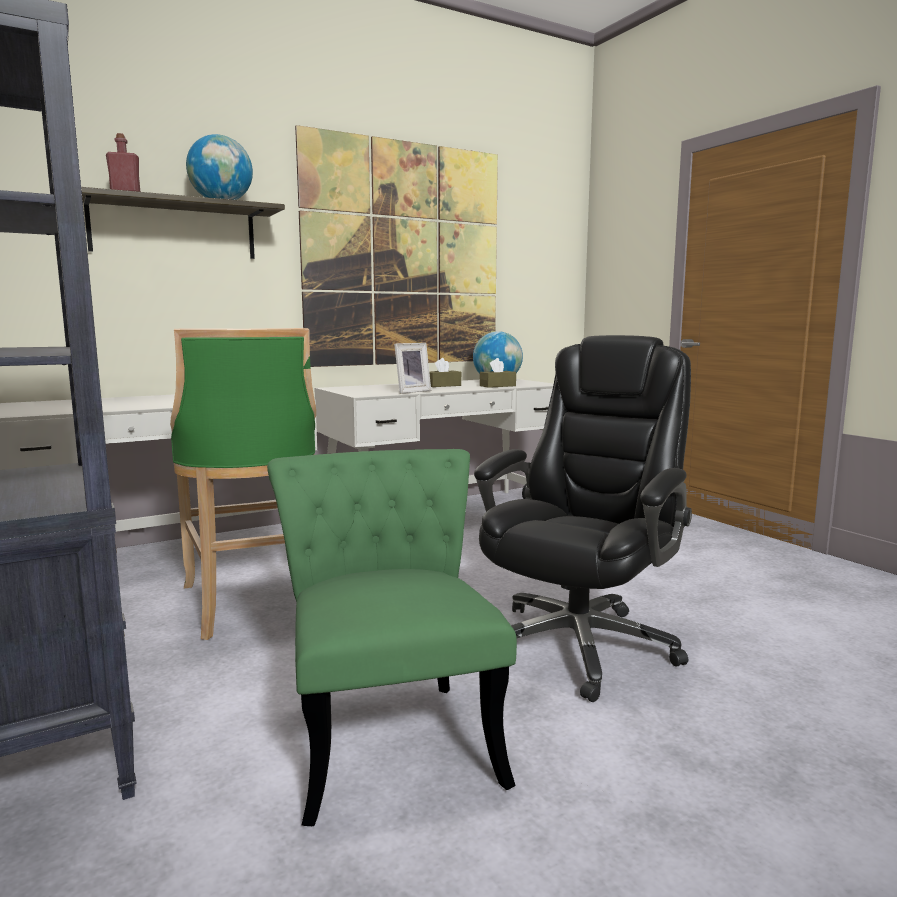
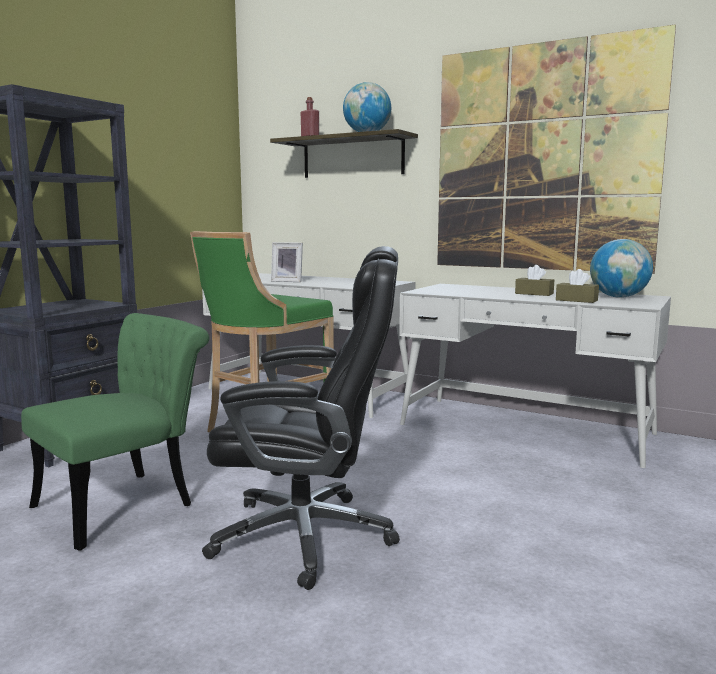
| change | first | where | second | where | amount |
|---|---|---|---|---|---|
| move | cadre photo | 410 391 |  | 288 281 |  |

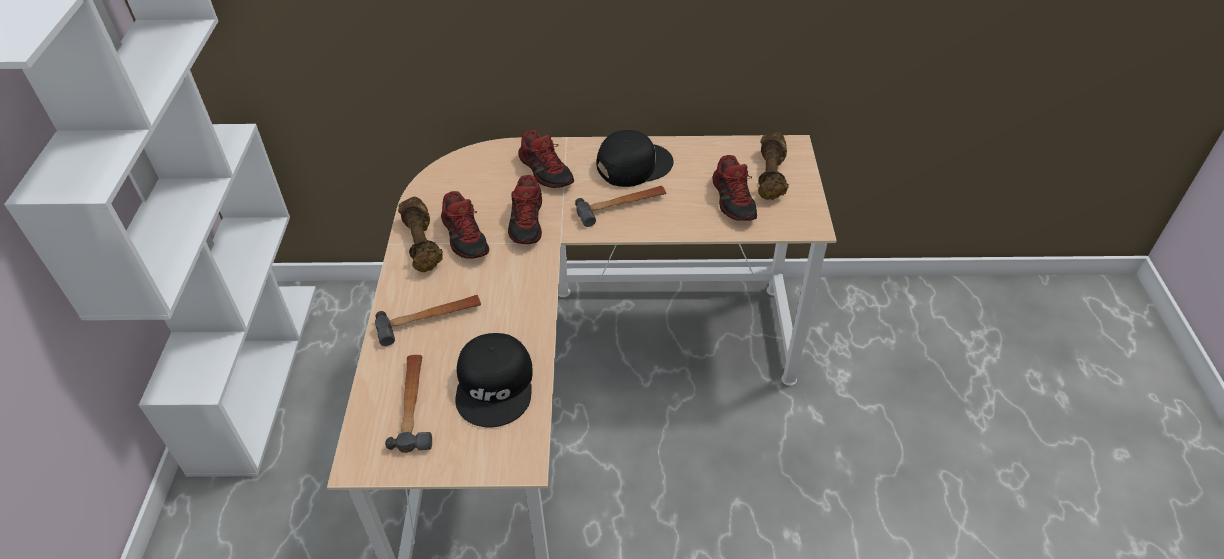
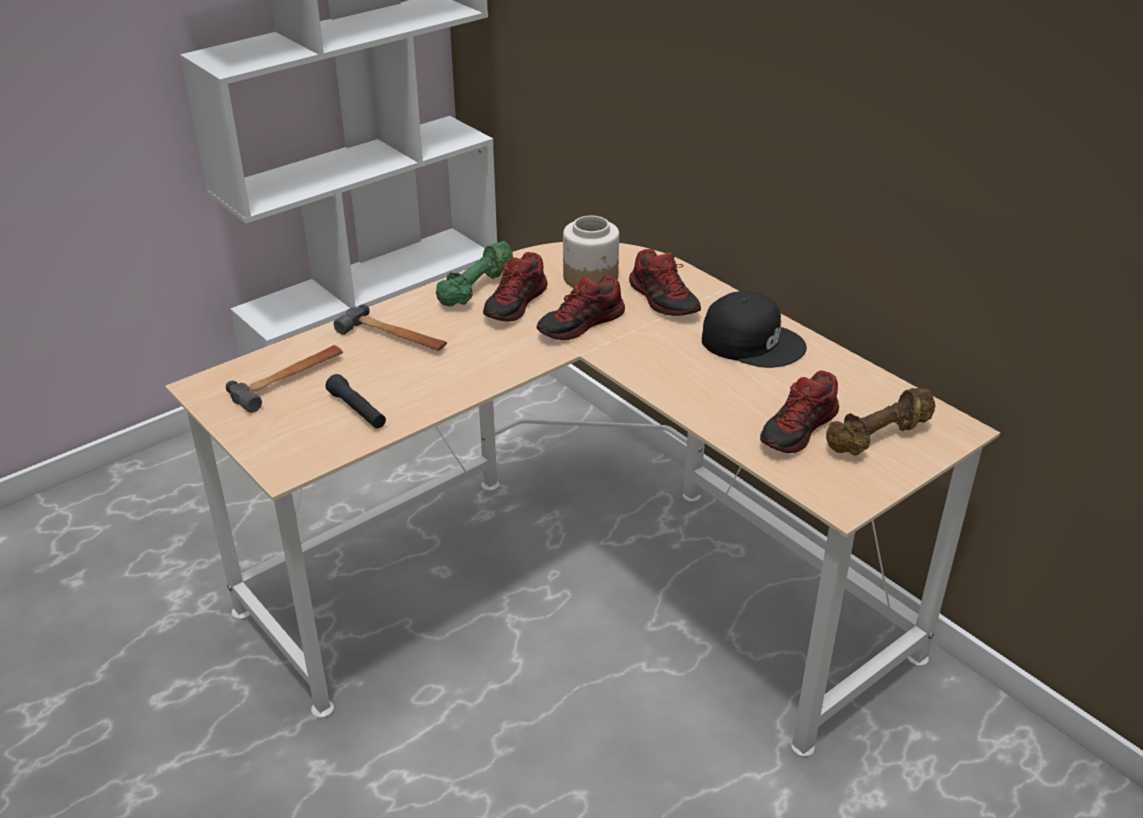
| change | first | where | second | where | amount |
|---|---|---|---|---|---|
| replace | casquette/noir | 496 385 | lampe de poche/noir | 357 410 |  |
| recolor | haltère/marron | 423 244 | haltère/vert | 477 289 |  |
| insert |  |  | bocal | 591 277 |  |
| rotate | chaussure | 546 171 |  | 664 300 | 45 degrees counterclockwise |
| delete | marteau | 621 206 |  |  |  |

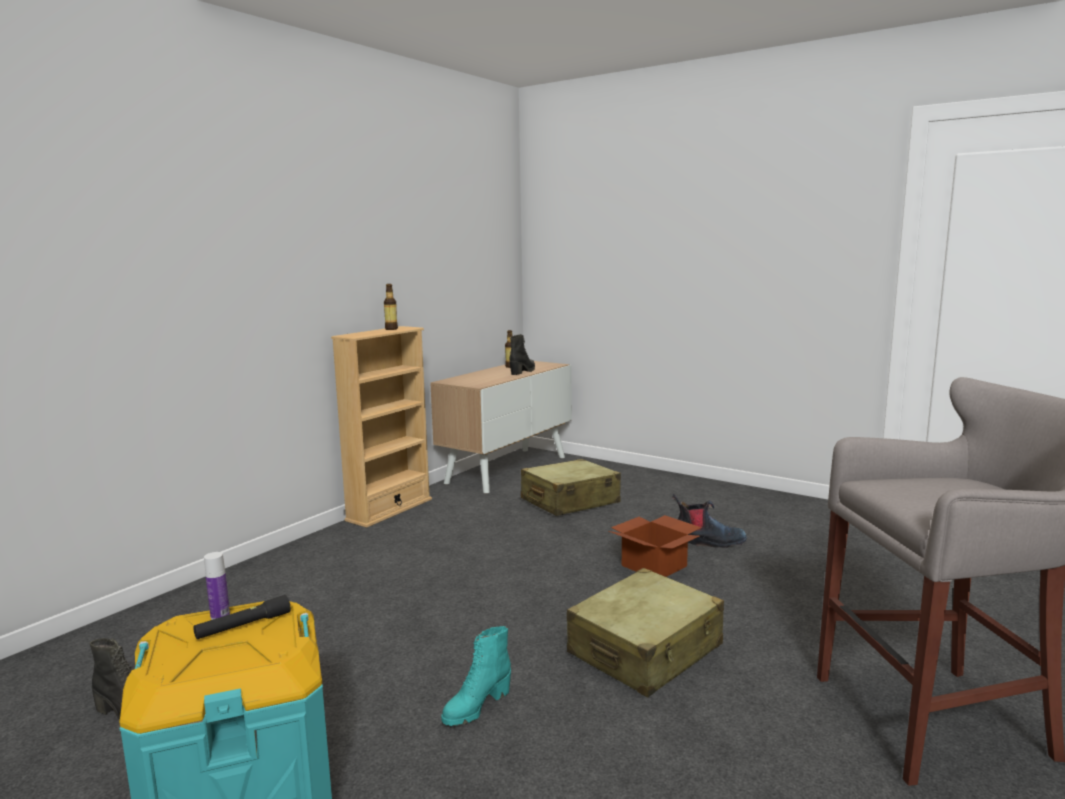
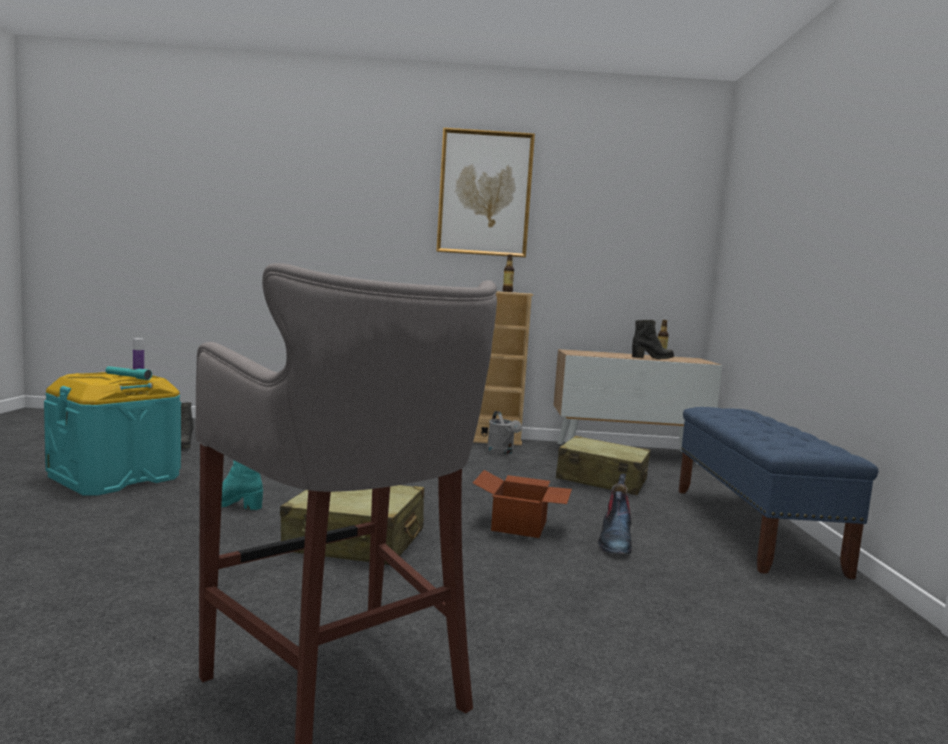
| change | first | where | second | where | amount |
|---|---|---|---|---|---|
| recolor | lampe de poche/noir | 243 626 | lampe de poche/turquoise | 128 377 |  |
| insert |  |  | tableau | 485 194 |  |
| insert |  |  | arrosoir/gris | 502 452 |  |
| rotate | botte | 708 542 |  | 615 541 | 45 degrees clockwise |
| insert |  |  | banc/bleu | 752 528 |  |

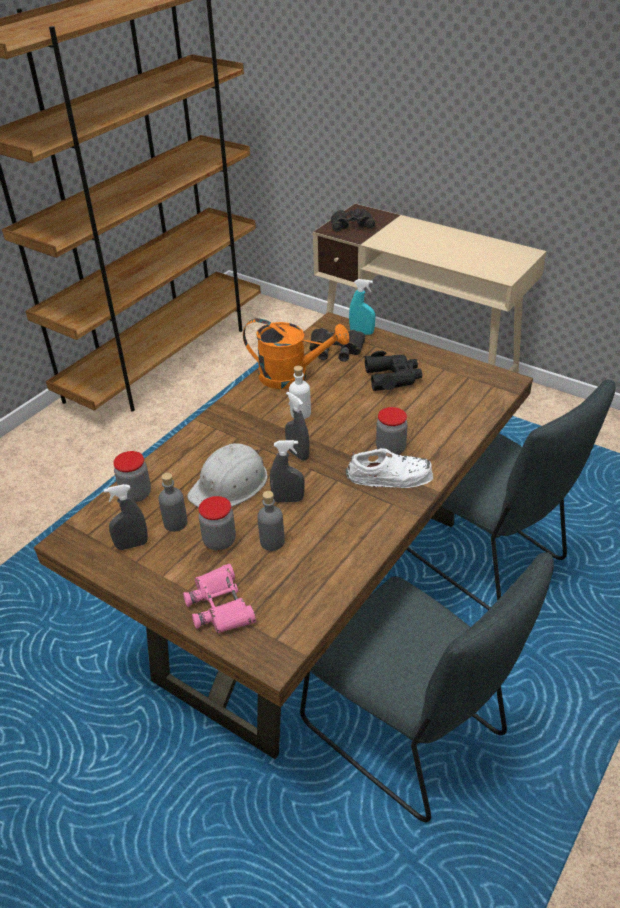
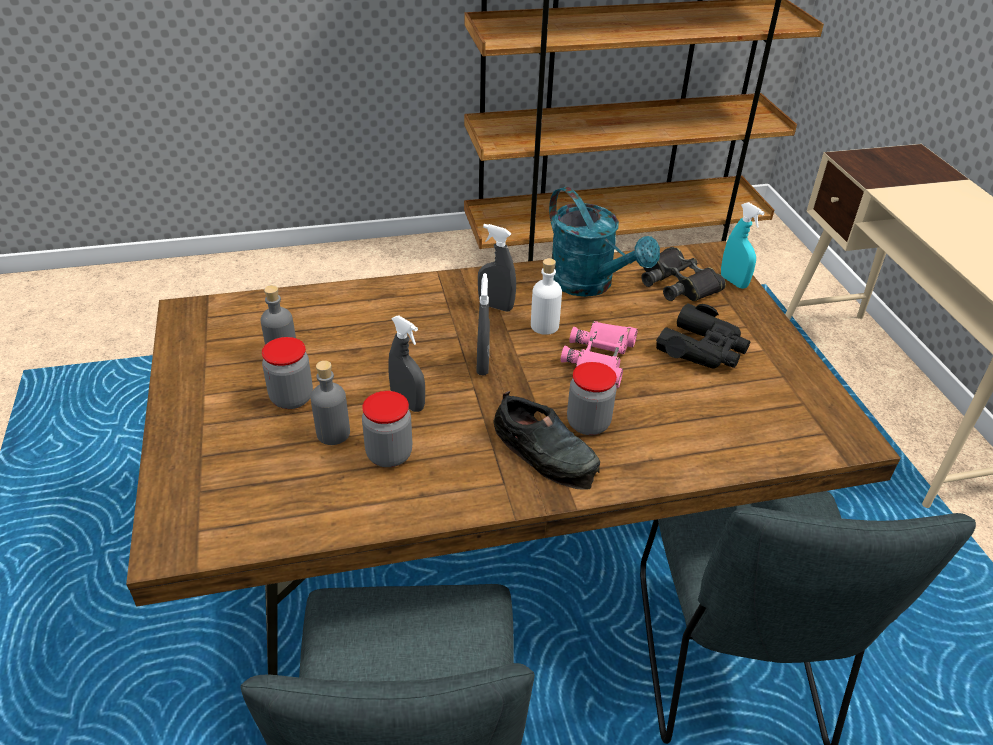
| change | first | where | second | where | amount |
|---|---|---|---|---|---|
| move | bocal | 136 494 |  | 389 454 |  |
| move | vaporisateur/gris | 132 545 |  | 496 306 |  |
| recolor | chaussure/blanc | 390 475 | chaussure/noir | 546 451 |  |
| recolor | arrosoir/orange | 292 376 | arrosoir/turquoise | 589 284 |  |
| move | jumelles/rose | 220 605 |  | 600 359 |  |
| delete | casque de chantier/blanc | 230 485 |  |  |  |
| delete | jumelles/noir | 351 224 |  |  |  |

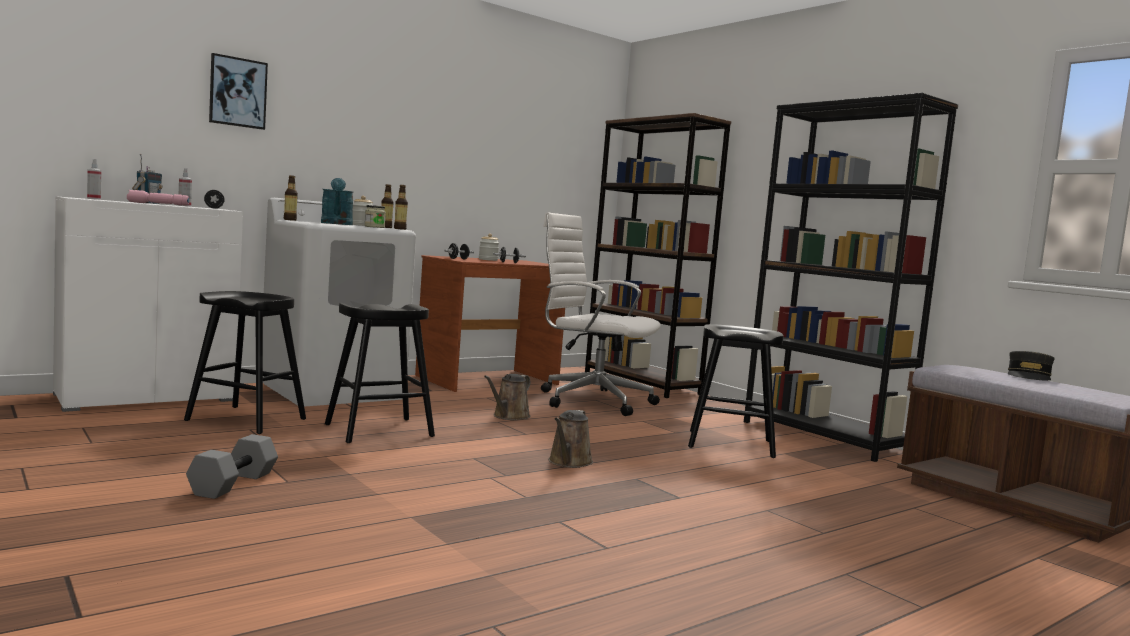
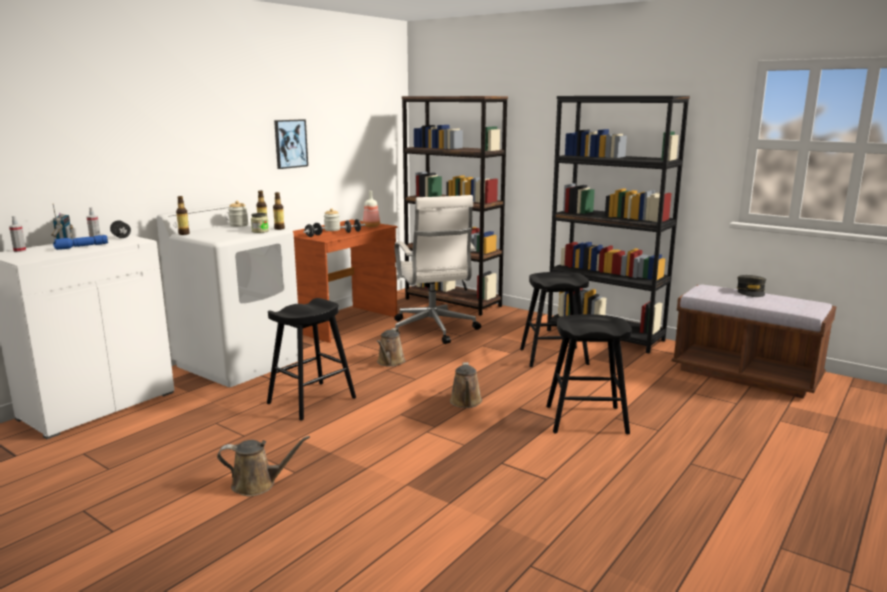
| change | first | where | second | where | amount |
|---|---|---|---|---|---|
| recolor | lampe de poche/rose | 157 204 | lampe de poche/bleu | 81 247 |  |
| replace | haltère/gris | 232 483 | arrosoir/marron | 258 484 |  |
| move | tableau | 238 92 |  | 290 143 |  |
| insert |  |  | bouteille | 372 226 |  |
| rotate | chaise de bureau/blanc | 592 400 |  | 433 330 | 120 degrees counterclockwise |
| move | tabouret/noir | 246 419 |  | 586 420 |  |
| delete | arrosoir/turquoise | 337 224 |  |  |  |

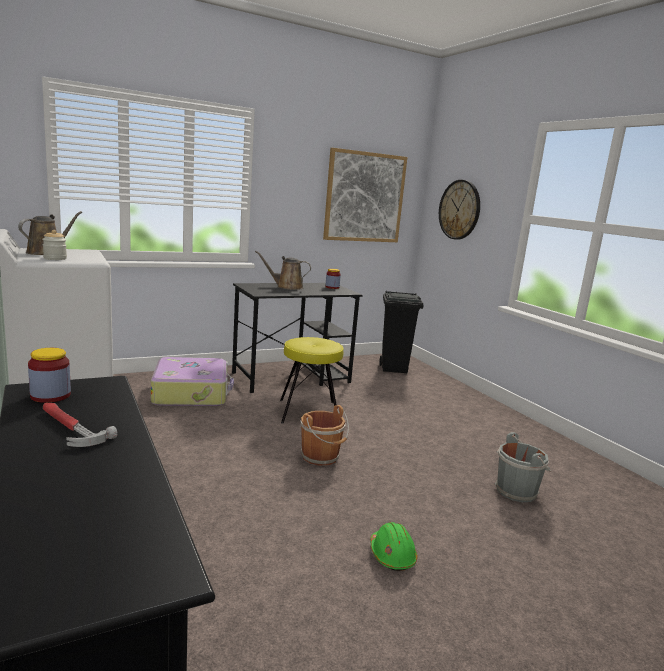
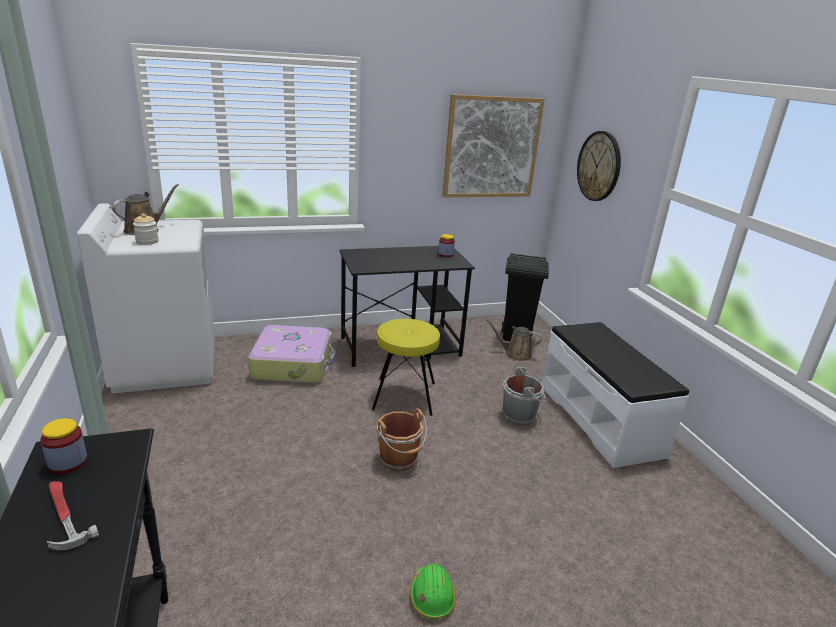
| change | first | where | second | where | amount |
|---|---|---|---|---|---|
| move | arrosoir/marron | 286 287 |  | 515 354 |  |
| move | seau/gris | 517 491 |  | 520 415 |  |
| insert |  |  | banc/blanc | 600 419 |  |

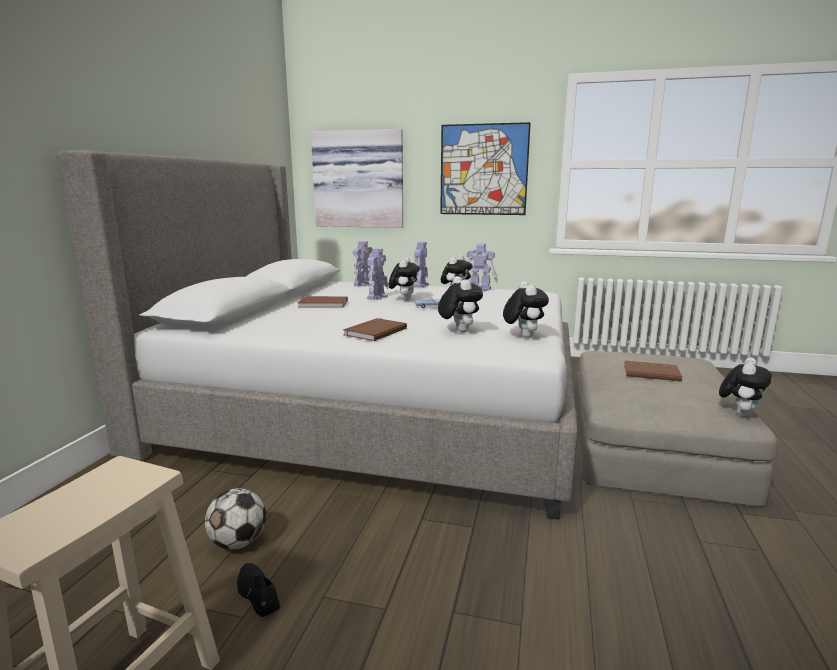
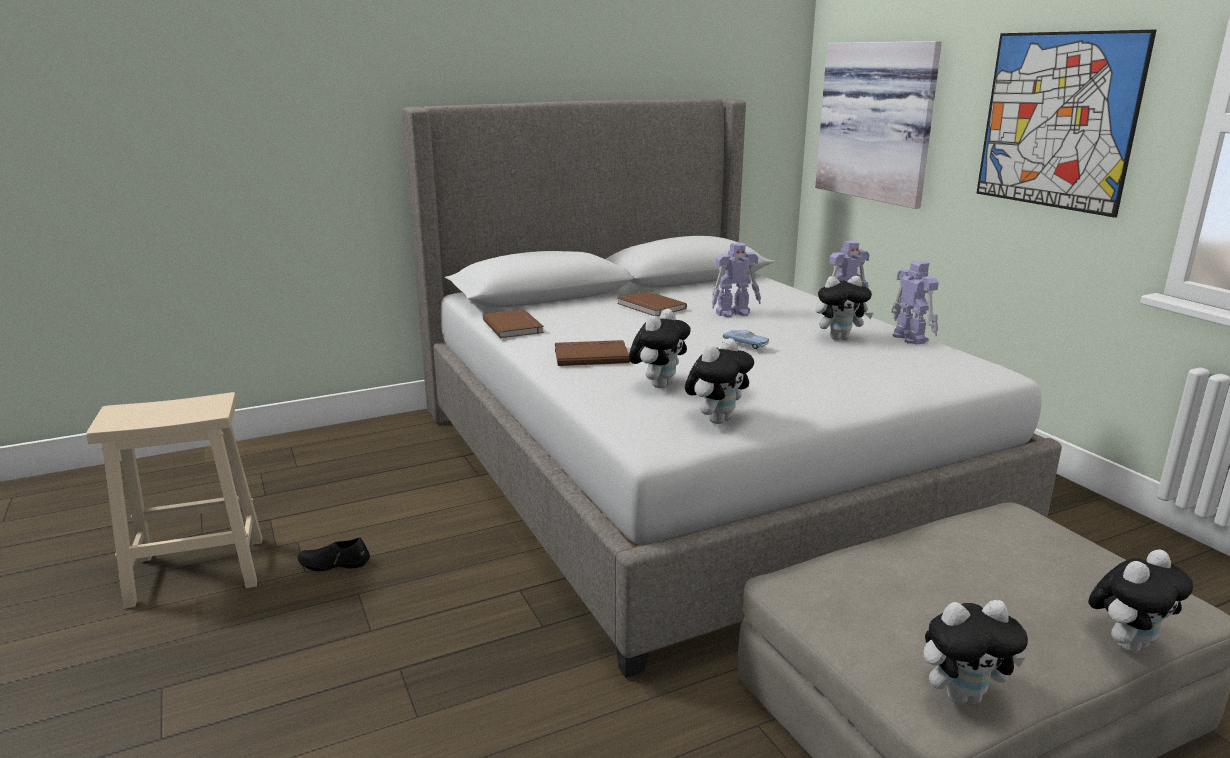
| change | first | where | second | where | amount |
|---|---|---|---|---|---|
| rotate | chaussure/noir | 257 594 |  | 334 563 | 105 degrees counterclockwise |
| move | livre/marron | 651 372 |  | 514 326 |  |
| move | peluche | 404 299 |  | 1127 643 |  |
| delete | ballon de foot | 238 542 |  |  |  |
| delete | robot jouet | 363 284 |  |  |  |

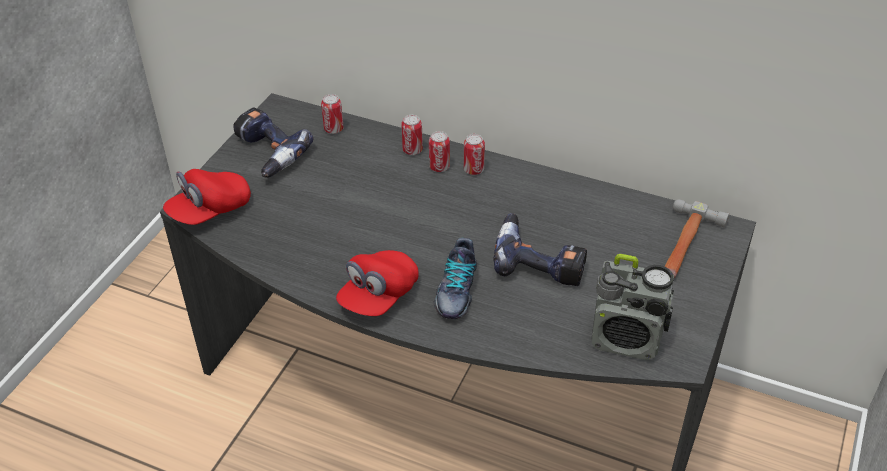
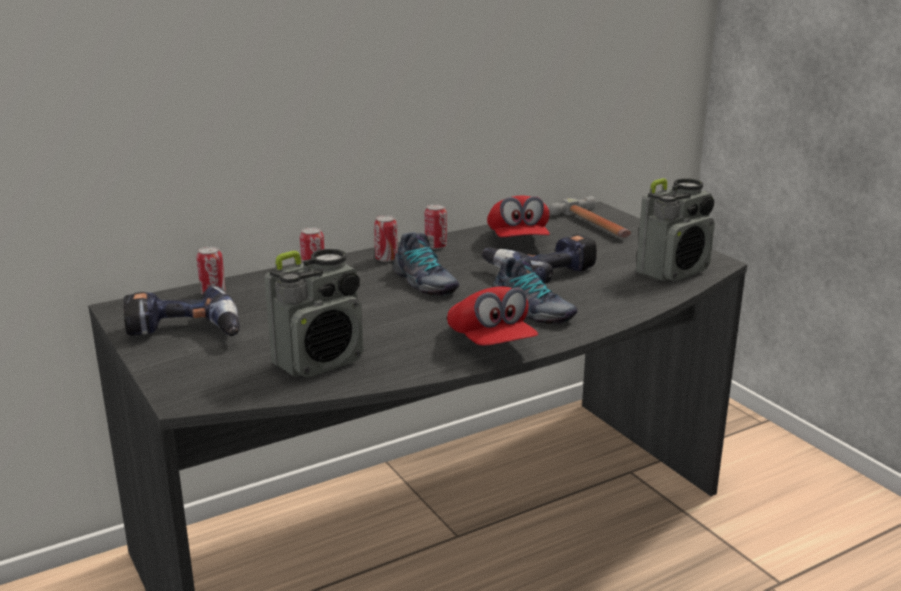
| change | first | where | second | where | amount |
|---|---|---|---|---|---|
| insert |  |  | radio | 320 361 |  |
| insert |  |  | chaussure | 424 282 |  |
| move | boîte métallique | 439 167 |  | 435 246 |  |
| move | casquette/rouge | 210 210 |  | 518 241 |  |

